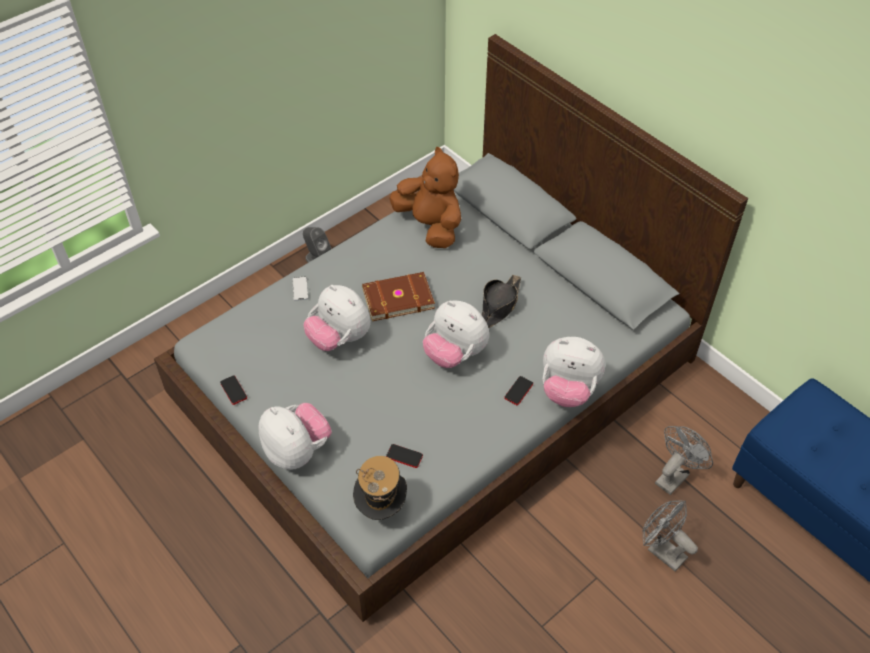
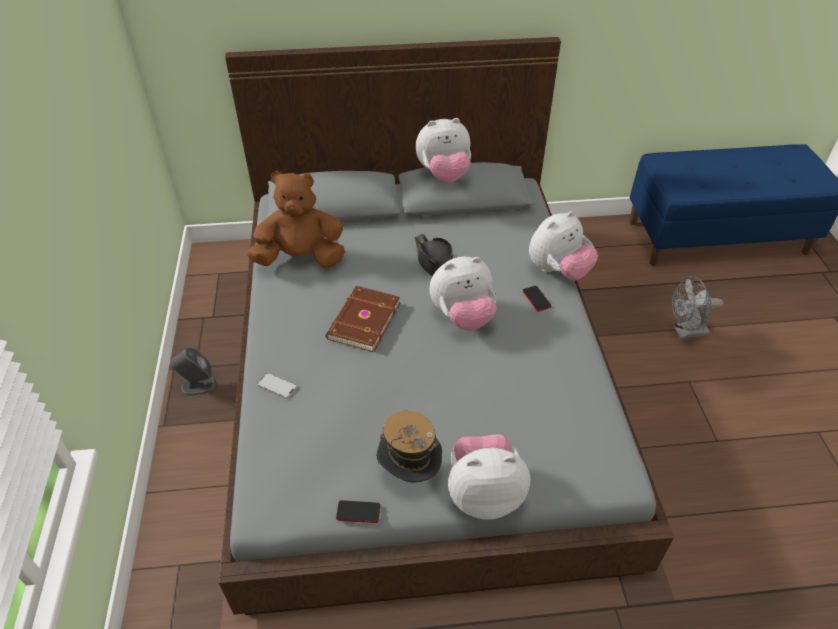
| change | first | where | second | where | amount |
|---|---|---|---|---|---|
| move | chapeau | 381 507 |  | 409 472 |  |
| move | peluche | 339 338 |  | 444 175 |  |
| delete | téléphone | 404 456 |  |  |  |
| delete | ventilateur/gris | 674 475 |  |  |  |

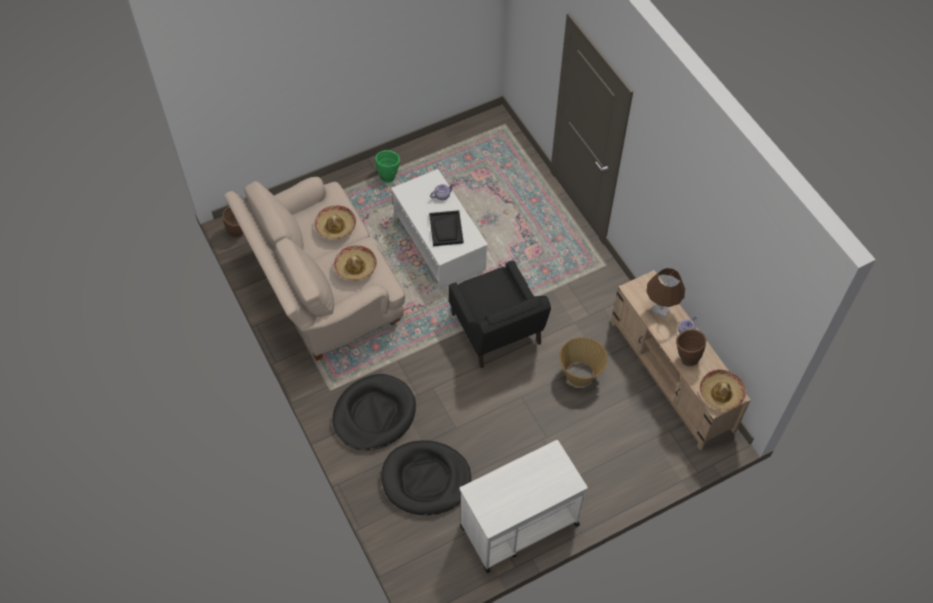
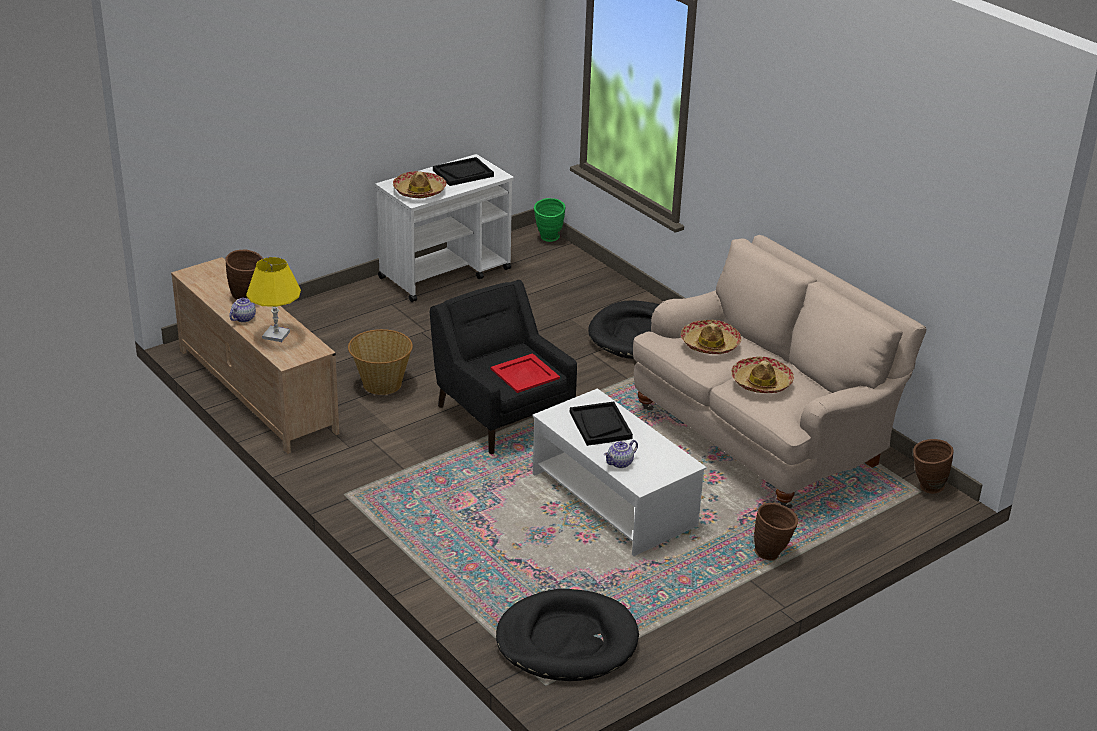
| change | first | where | second | where | amount |
|---|---|---|---|---|---|
| recolor | lampe de table/marron | 660 309 | lampe de table/jaune | 276 335 |  |
| move | chapeau | 721 393 |  | 419 191 |  |
| insert |  |  | plateau/noir | 463 173 |  |
| insert |  |  | plateau/rouge | 524 374 |  |
| move | panier pour chien/noir | 426 479 |  | 567 641 |  |
| move | vase/vert | 388 176 |  | 548 239 |  |
| insert |  |  | vase/marron | 772 554 |  |

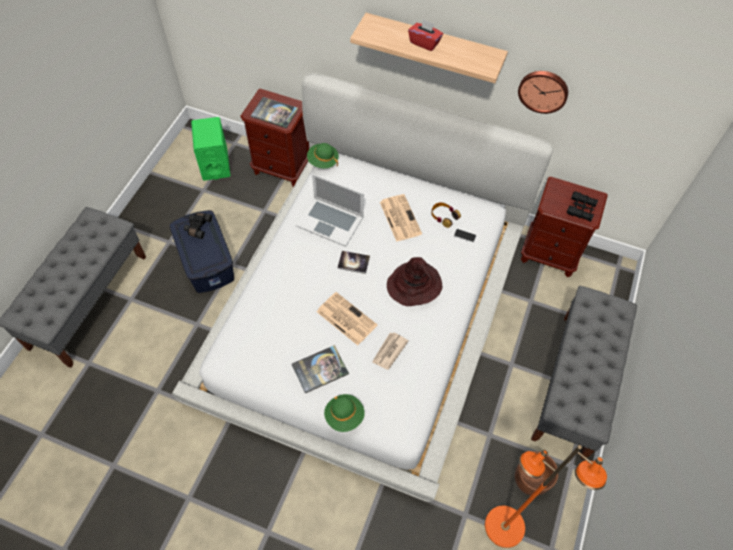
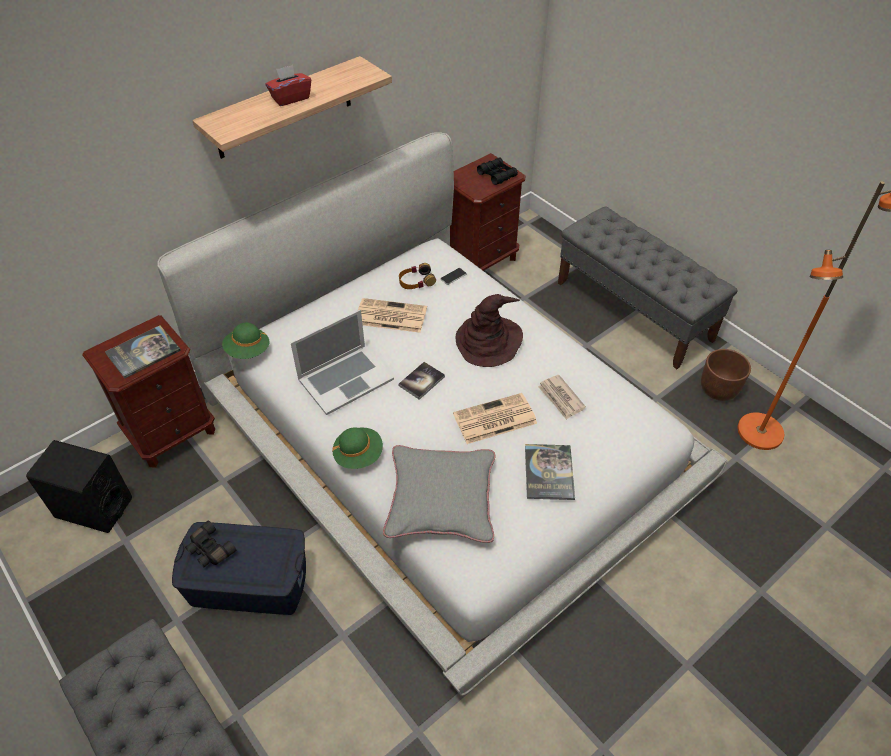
| change | first | where | second | where | amount |
|---|---|---|---|---|---|
| recolor | enceinte/vert | 215 164 | enceinte/noir | 94 508 |  |
| move | chapeau/vert | 344 416 |  | 358 455 |  |
| insert |  |  | coussin/gris | 441 499 |  |
| delete | horloge murale | 543 90 |  |  |  |

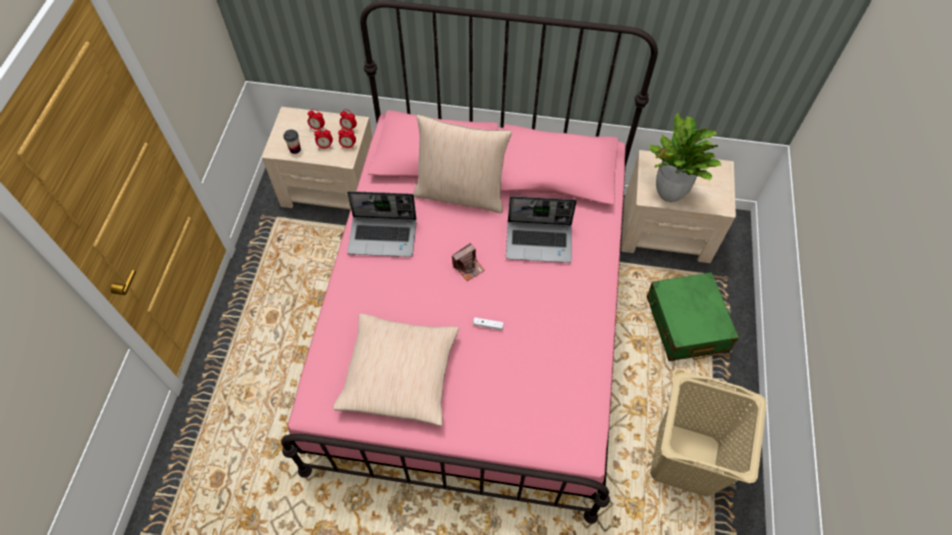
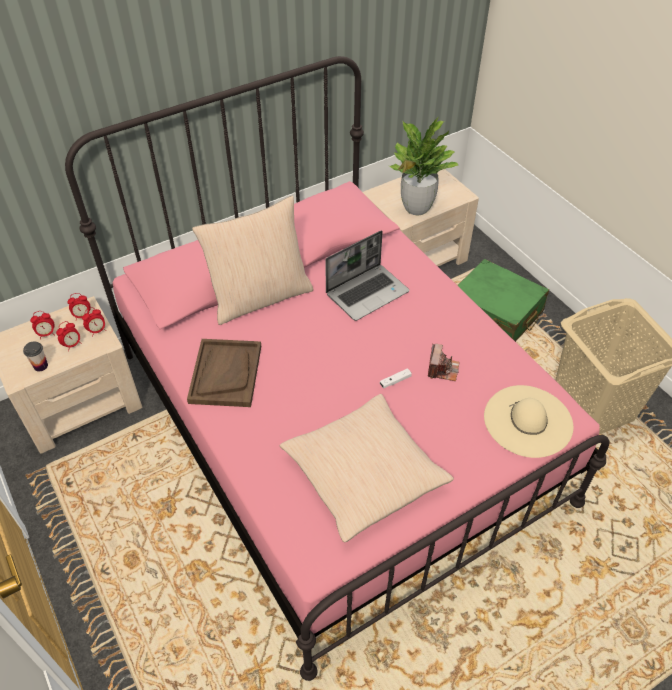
| change | first | where | second | where | amount |
|---|---|---|---|---|---|
| replace | ordinateur portable | 383 236 | plateau/marron | 225 374 |  |
| move | appareil photo | 468 267 |  | 442 369 |  |
| insert |  |  | chapeau/beige | 528 421 |  |

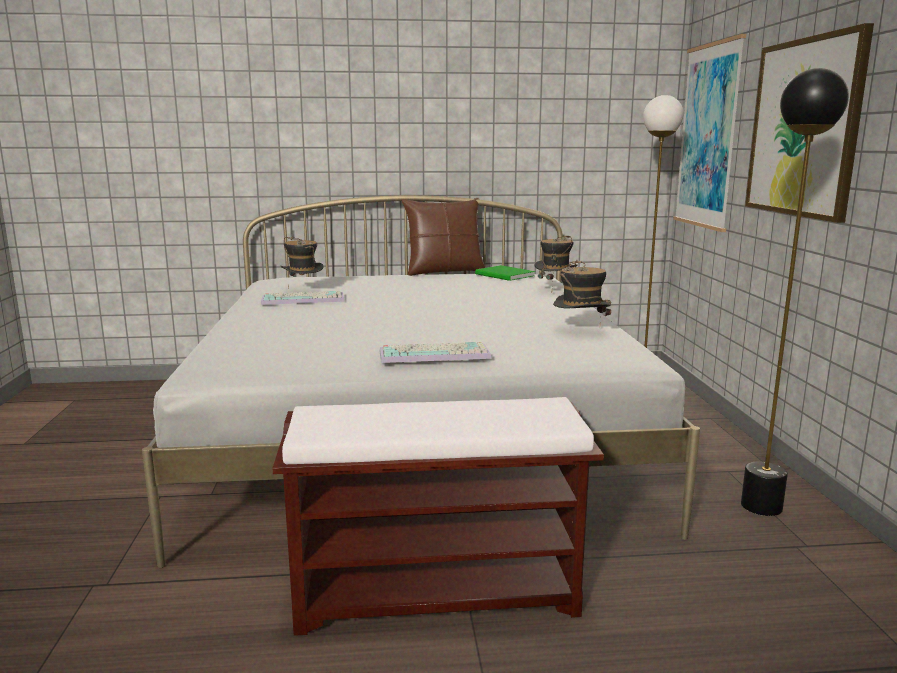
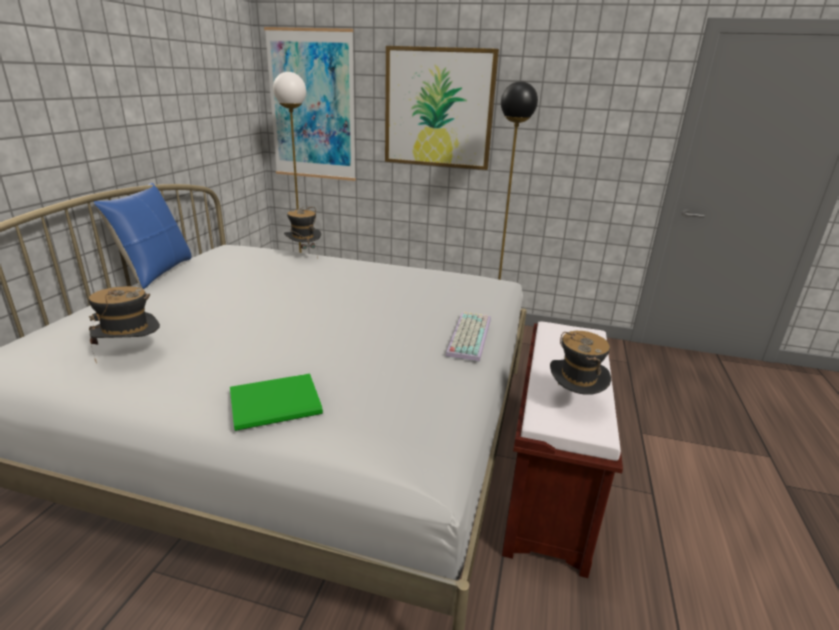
| change | first | where | second | where | amount |
|---|---|---|---|---|---|
| recolor | coussin/marron | 444 272 | coussin/bleu | 156 272 |  |
| move | livre/vert | 505 275 |  | 278 404 |  |
| move | chapeau | 580 331 |  | 573 402 |  |
| delete | clavier | 304 299 |  |  |  |

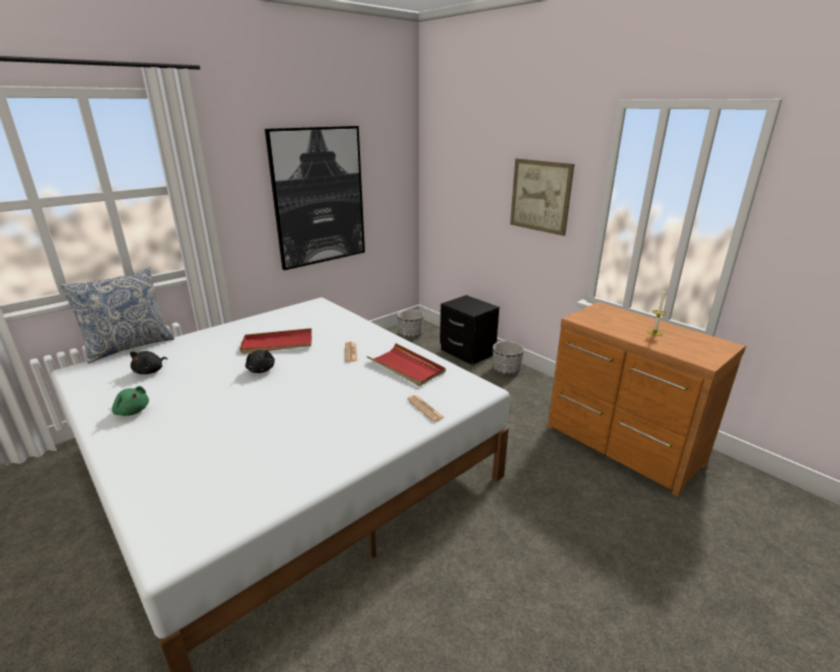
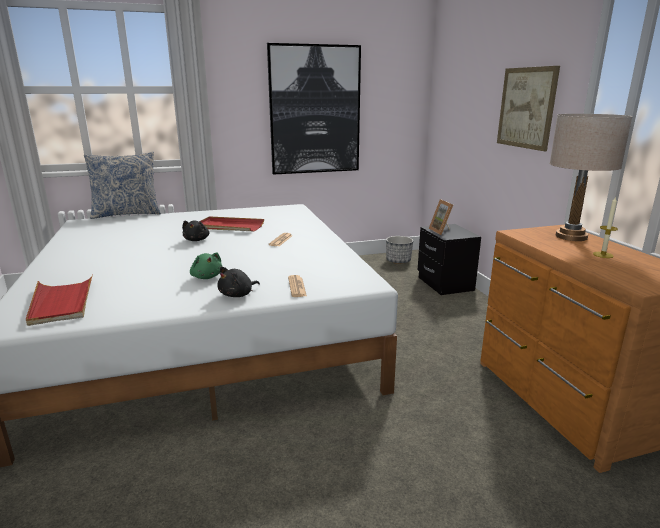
| change | first | where | second | where | amount |
|---|---|---|---|---|---|
| move | plateau/rouge | 406 367 |  | 62 302 |  |
| move | peluche/vert | 132 411 |  | 206 277 |  |
| move | peluche/noir | 150 371 |  | 238 295 |  |
| insert |  |  | cadre photo | 442 231 |  |
| insert |  |  | lampe de table/beige | 571 236 |  |
| delete | cache-pot | 506 370 |  |  |  |

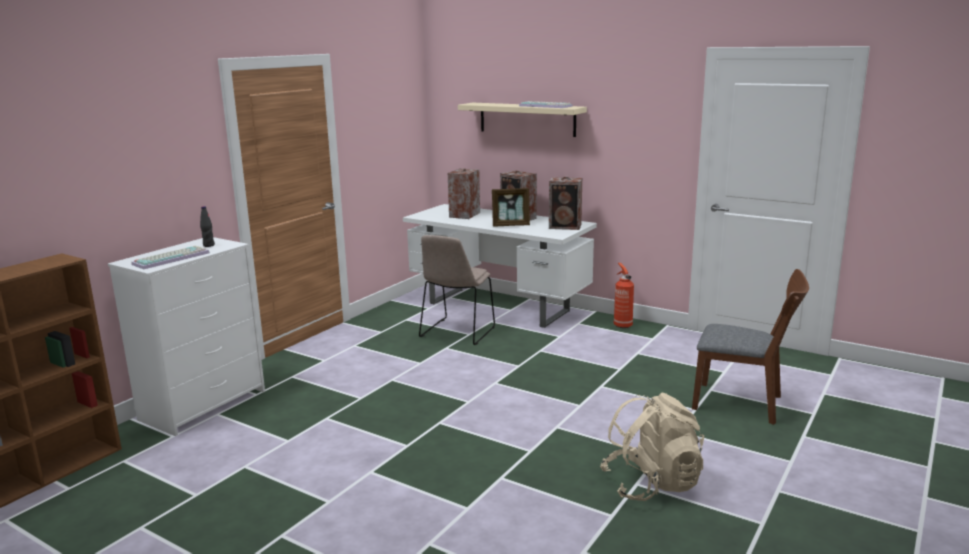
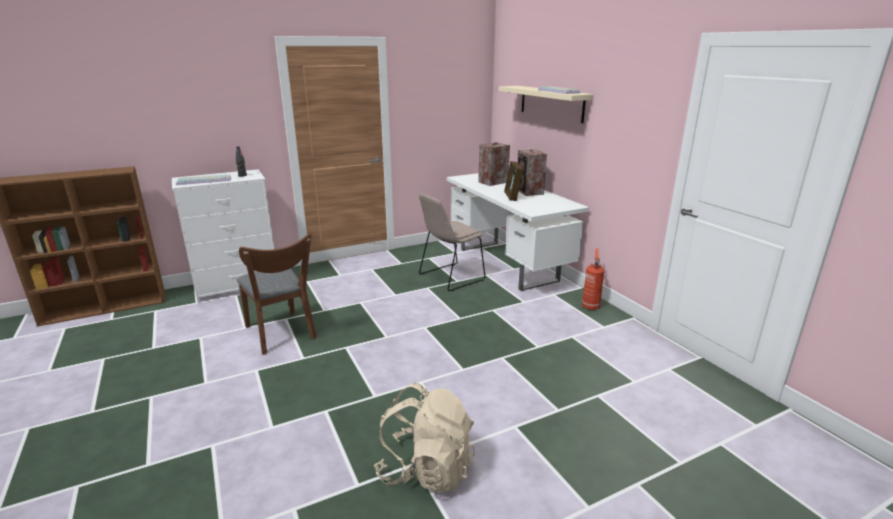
| change | first | where | second | where | amount |
|---|---|---|---|---|---|
| move | chaise/marron | 744 404 |  | 282 335 |  |
| rotate | cadre photo | 511 225 |  | 512 196 | 60 degrees clockwise |
| delete | enceinte | 566 226 |  |  |  |

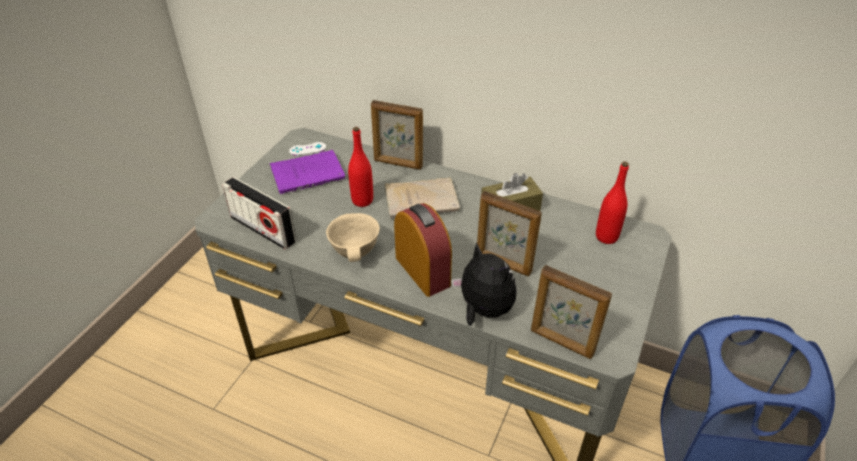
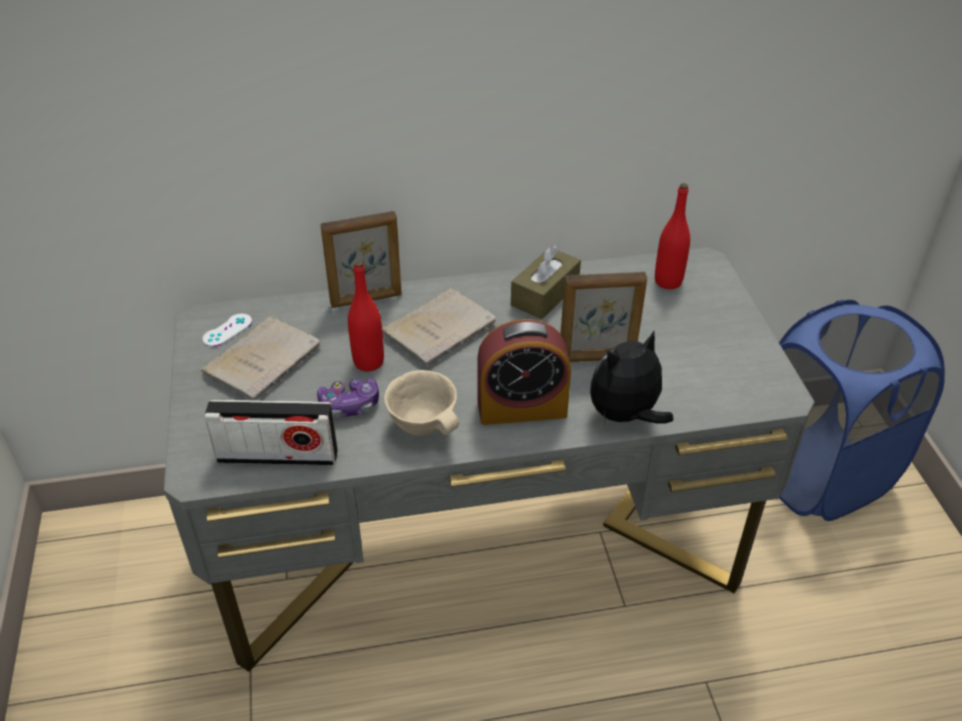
| change | first | where | second | where | amount |
|---|---|---|---|---|---|
| recolor | livre/violet | 310 174 | livre/beige | 265 359 |  |
| insert |  |  | manette | 349 405 |  |
| rotate | réveil | 422 271 |  | 522 408 | 150 degrees clockwise |
| rotate | peluche | 483 310 |  | 625 416 | 45 degrees counterclockwise |
| delete | cadre photo | 561 342 |  |  |  |

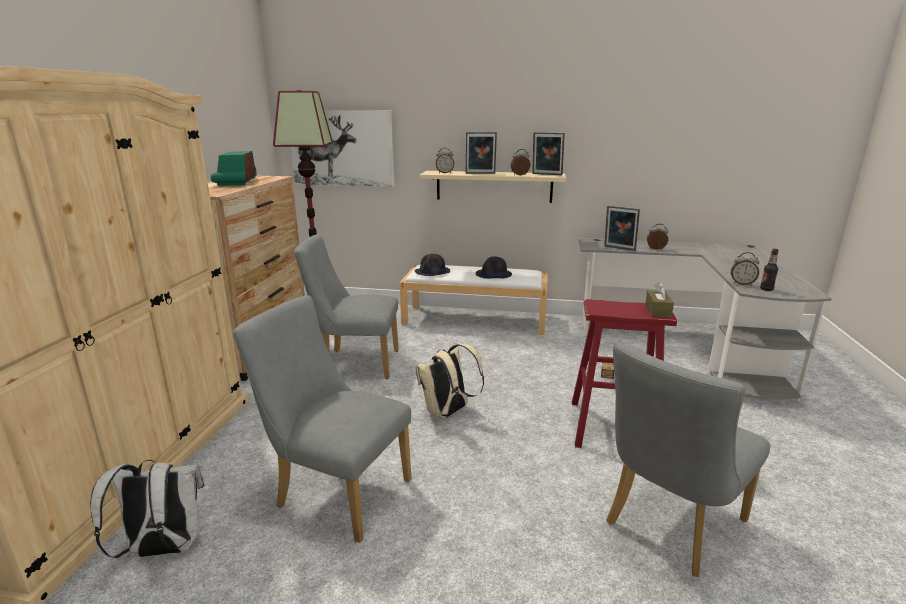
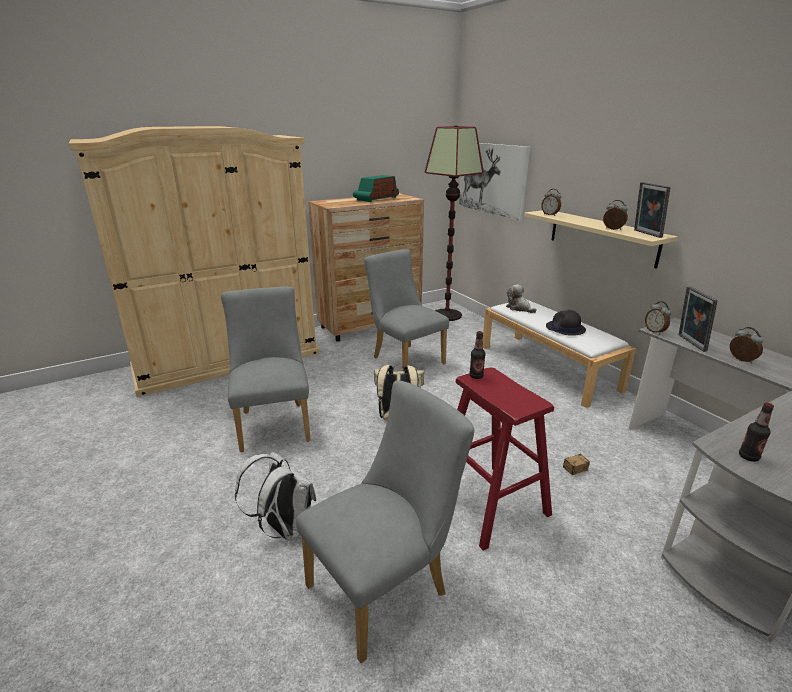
| change | first | where | second | where | amount |
|---|---|---|---|---|---|
| move | sac à dos/blanc | 163 549 |  | 284 528 |  |
| rotate | chaise/gris | 669 526 |  | 385 586 | 135 degrees clockwise |
| insert |  |  | bouteille | 476 376 |  |
| replace | chapeau/noir | 432 271 | peluche | 519 308 |  |
| move | réveil | 742 283 |  | 655 331 |  |
| delete | cadre photo | 480 173 |  |  |  |
| delete | boîte à mouchoirs/marron | 658 310 |  |  |  |

